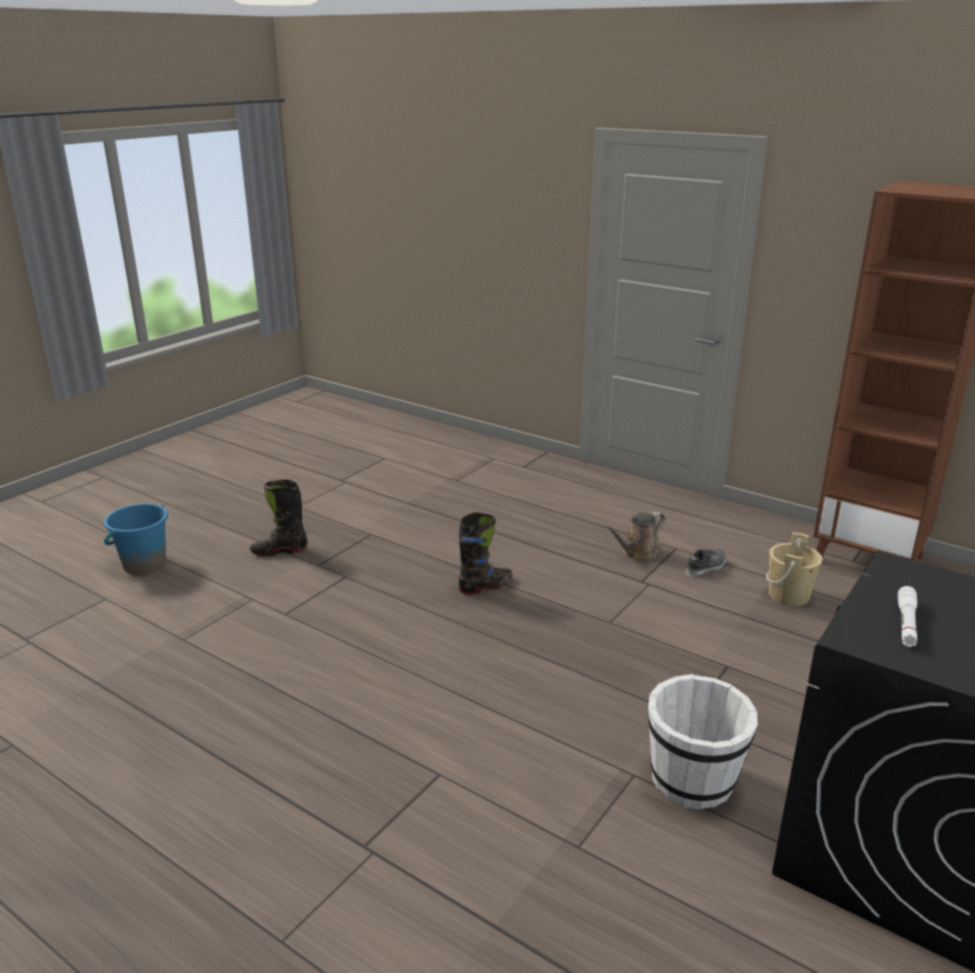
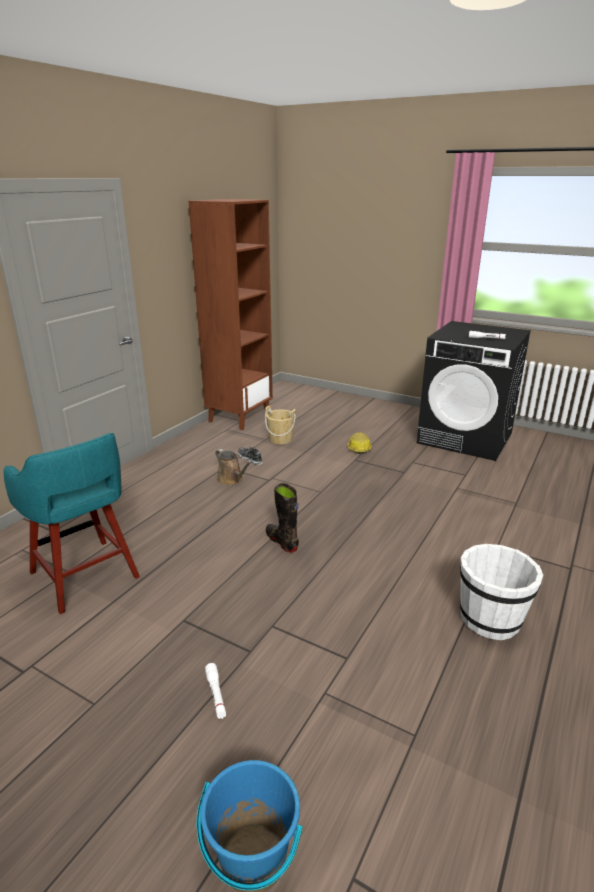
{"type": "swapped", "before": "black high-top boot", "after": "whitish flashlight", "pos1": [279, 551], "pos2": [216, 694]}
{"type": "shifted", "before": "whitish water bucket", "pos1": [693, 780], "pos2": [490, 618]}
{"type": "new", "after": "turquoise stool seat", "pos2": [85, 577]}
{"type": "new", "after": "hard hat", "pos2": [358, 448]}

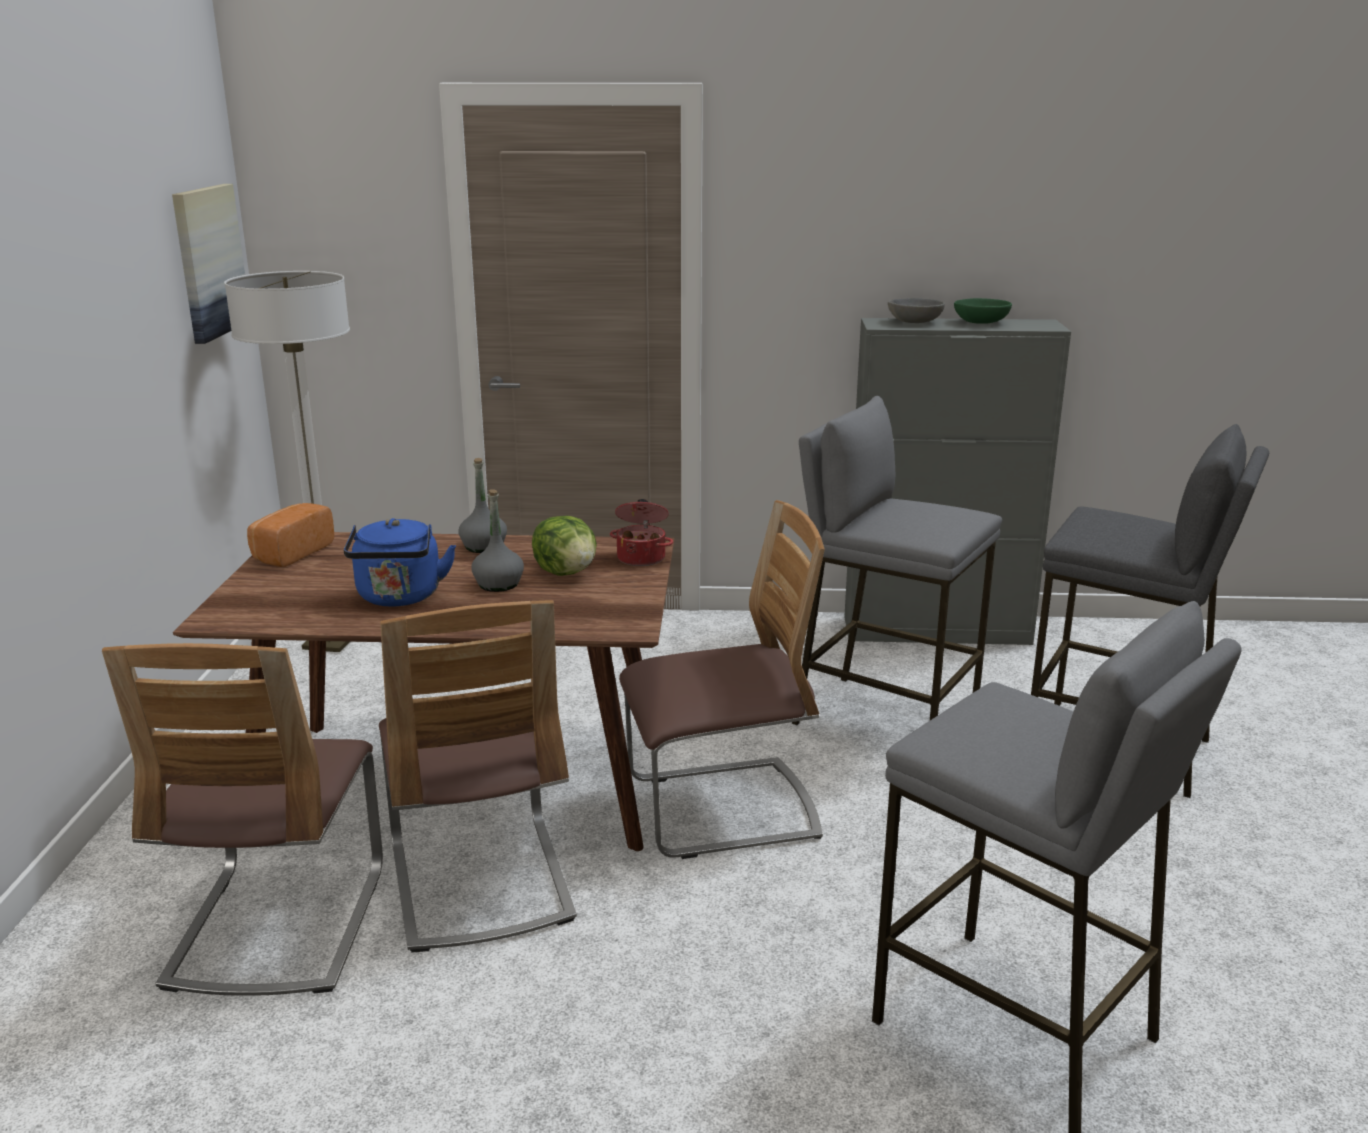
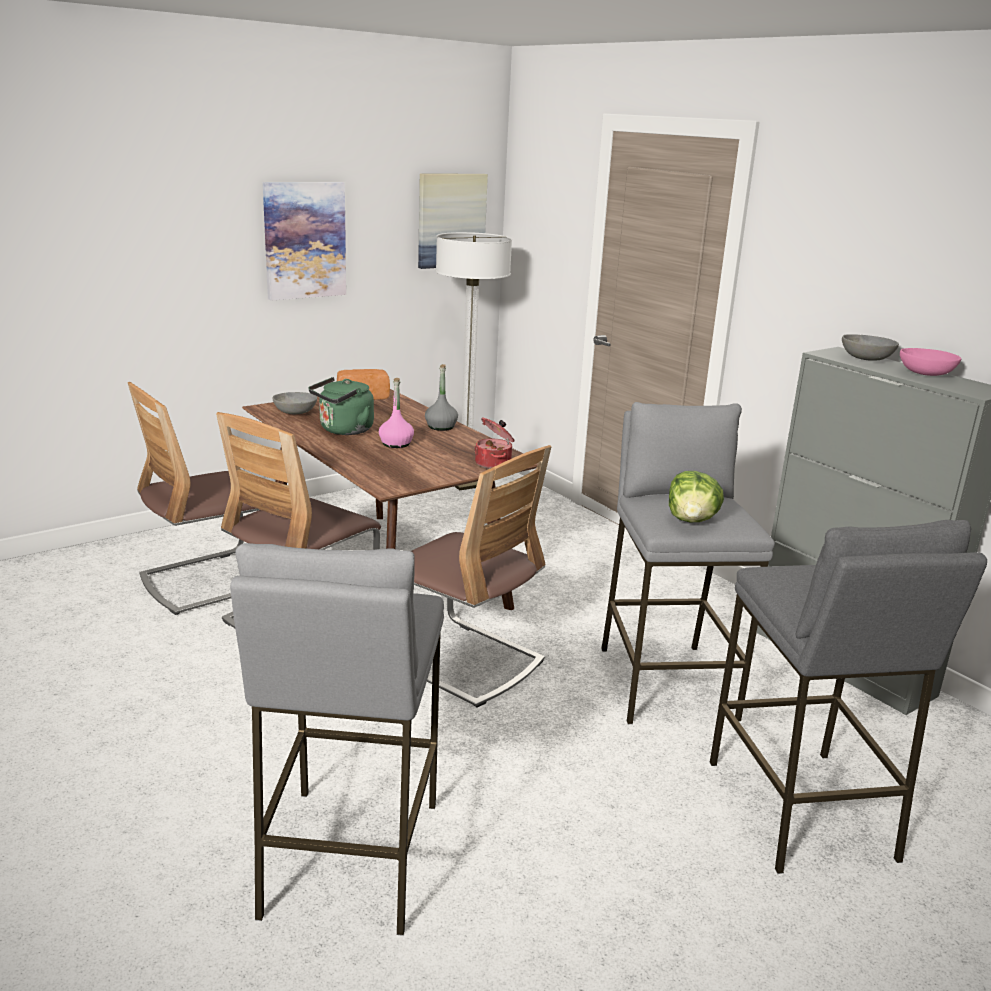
{"type": "repainted", "before": "blue-coloured water kettle", "after": "green water kettle", "pos1": [399, 598], "pos2": [344, 430]}
{"type": "repainted", "before": "greyish beverage bottle", "after": "pinkish beverage bottle", "pos1": [499, 584], "pos2": [396, 444]}
{"type": "shifted", "before": "head of lettuce", "pos1": [567, 572], "pos2": [692, 520]}
{"type": "repainted", "before": "green deep dish", "after": "pinkish deep dish", "pos1": [981, 322], "pos2": [926, 374]}
{"type": "new", "after": "wall art", "pos2": [304, 240]}
{"type": "new", "after": "greyish deep dish", "pos2": [295, 412]}

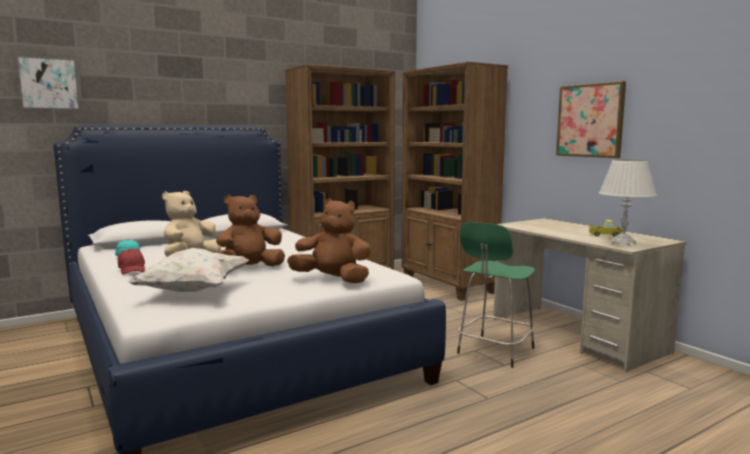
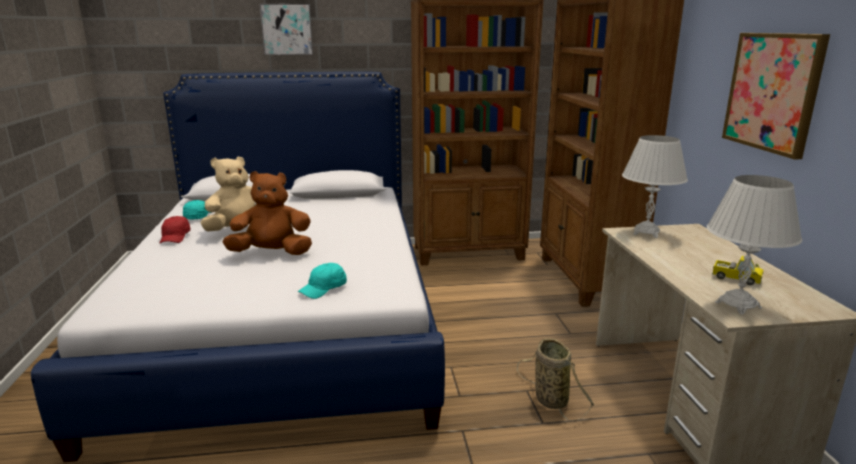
{"type": "shifted", "before": "wall art", "pos1": [48, 83], "pos2": [287, 29]}
{"type": "gone", "before": "whitish cushion", "pos1": [193, 291]}
{"type": "swapped", "before": "brownish cuddly toy", "after": "turquoise peaked cap", "pos1": [333, 280], "pos2": [324, 289]}
{"type": "swapped", "before": "green stool seat", "after": "storage basket", "pos1": [494, 351], "pos2": [549, 398]}
{"type": "new", "after": "whitish lamp for a table", "pos2": [646, 233]}

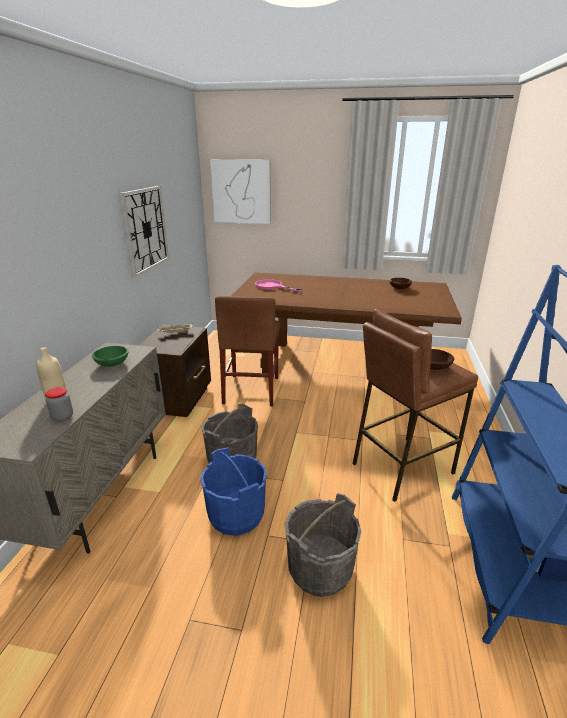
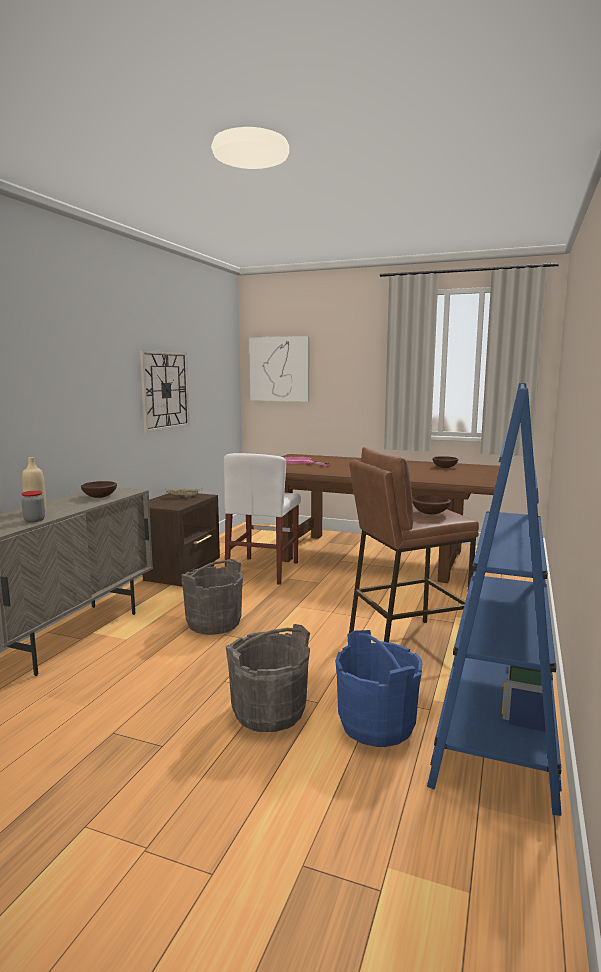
{"type": "repainted", "before": "green deep dish", "after": "brownish deep dish", "pos1": [112, 364], "pos2": [100, 497]}
{"type": "shifted", "before": "blue-coloured water bucket", "pos1": [236, 515], "pos2": [376, 724]}
{"type": "repainted", "before": "brownish plain chair", "after": "whitish plain chair", "pos1": [251, 390], "pos2": [263, 570]}

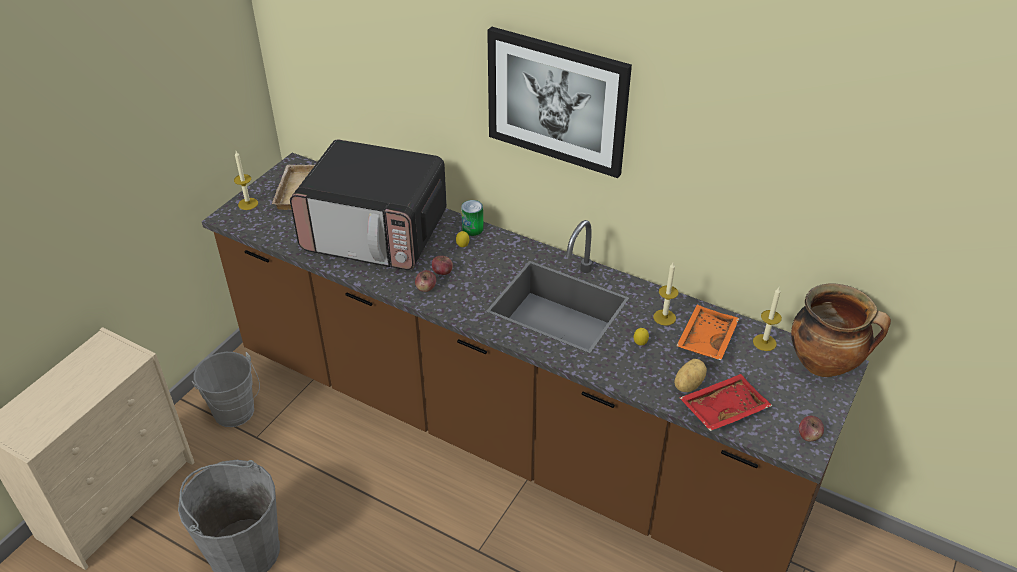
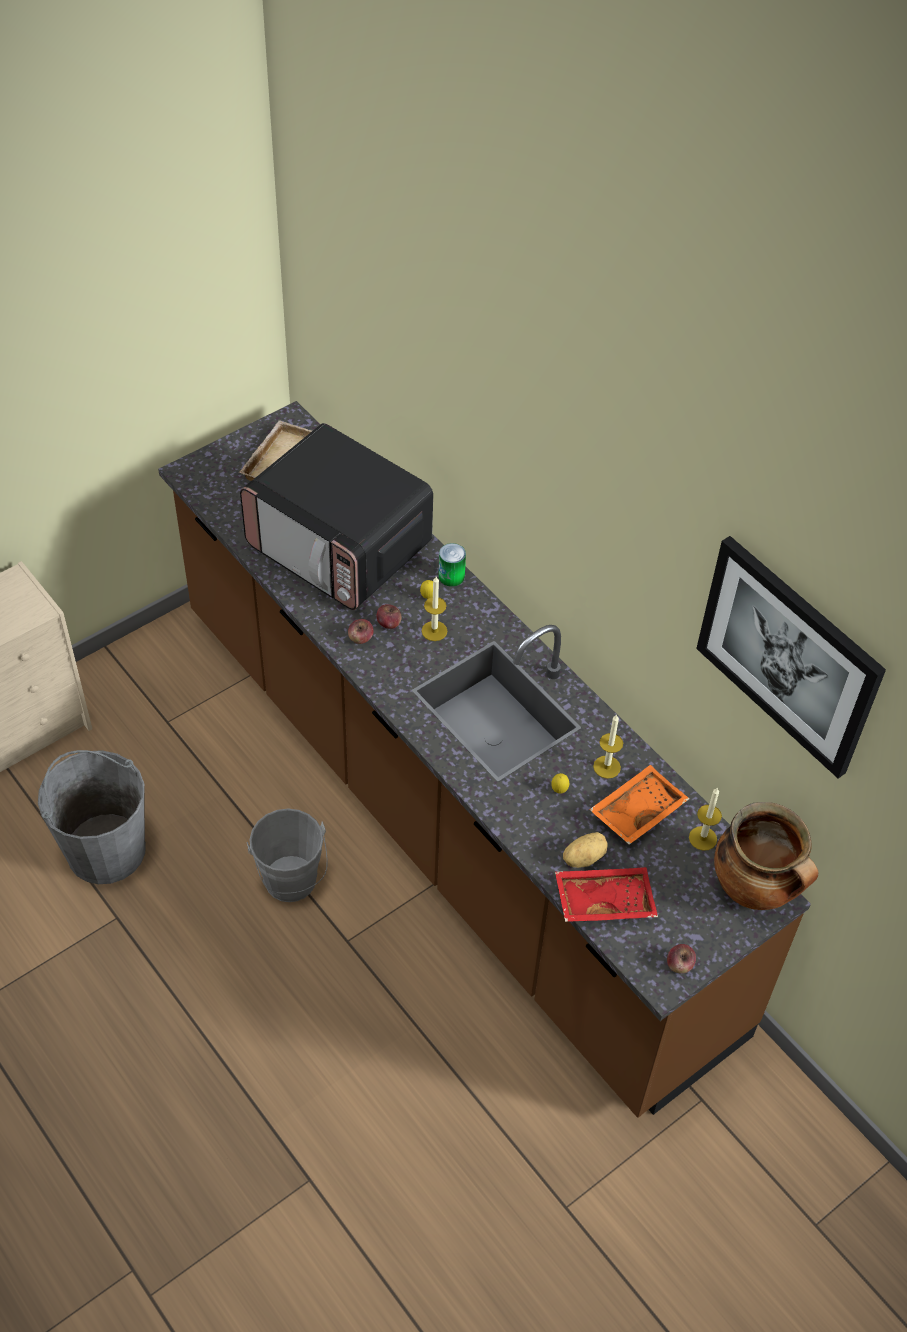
{"type": "shifted", "before": "greyish water bucket", "pos1": [236, 414], "pos2": [292, 885]}
{"type": "shifted", "before": "wax light", "pos1": [248, 204], "pos2": [434, 631]}
{"type": "shifted", "before": "wall art", "pos1": [557, 101], "pos2": [788, 655]}

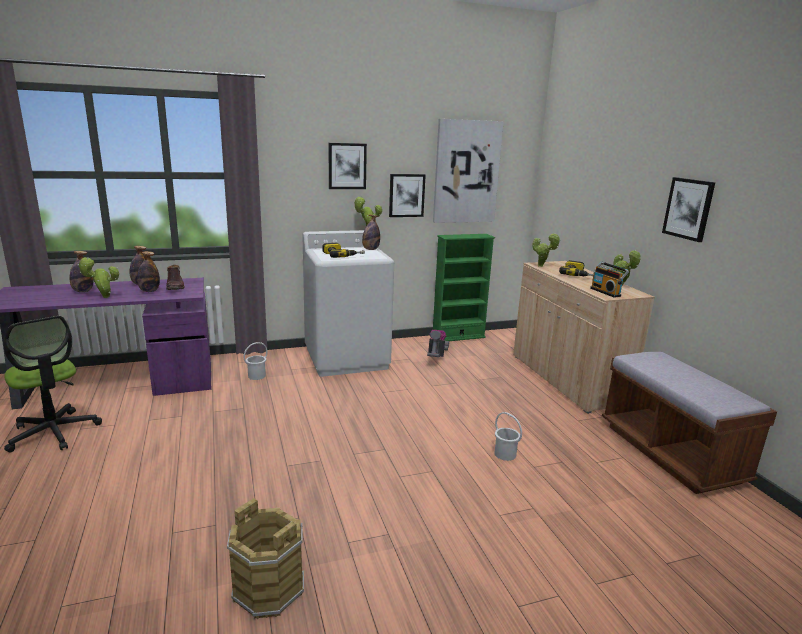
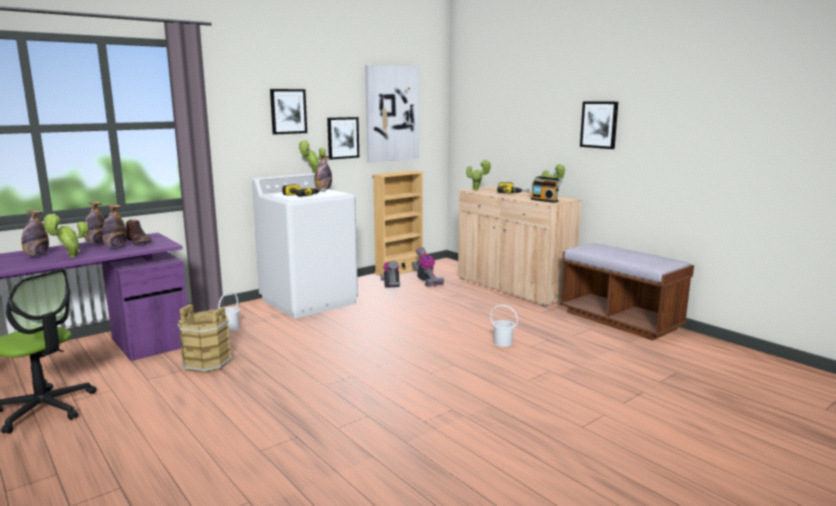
{"type": "shifted", "before": "brownish water bucket", "pos1": [269, 588], "pos2": [207, 363]}
{"type": "repainted", "before": "green bookcase", "after": "beige-coloured bookcase", "pos1": [458, 337], "pos2": [399, 271]}
{"type": "new", "after": "vacuum", "pos2": [426, 280]}

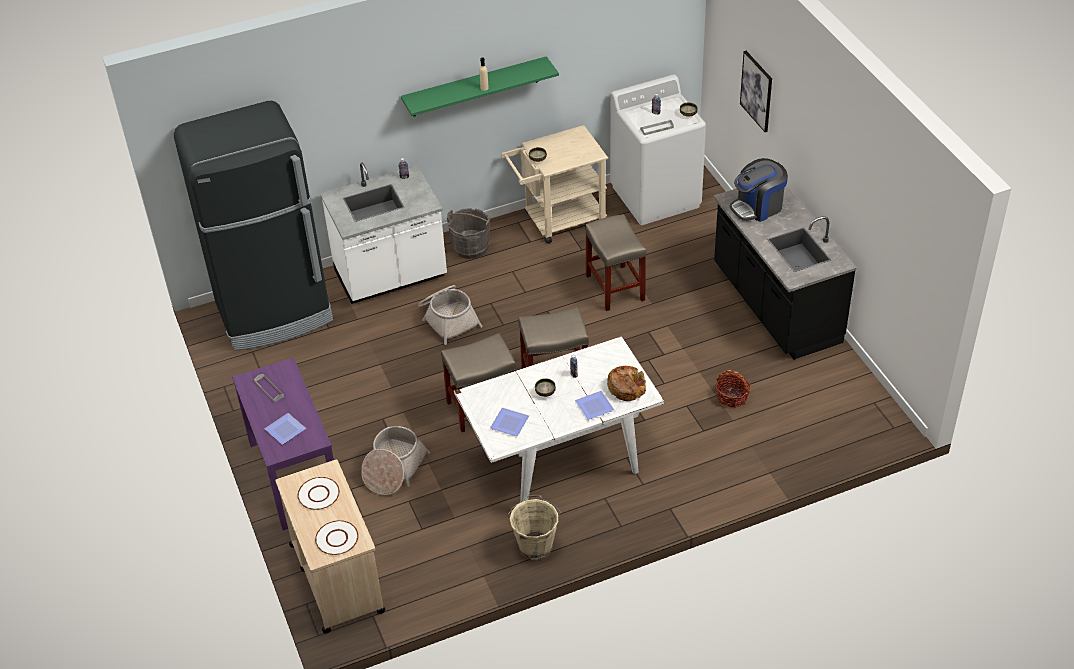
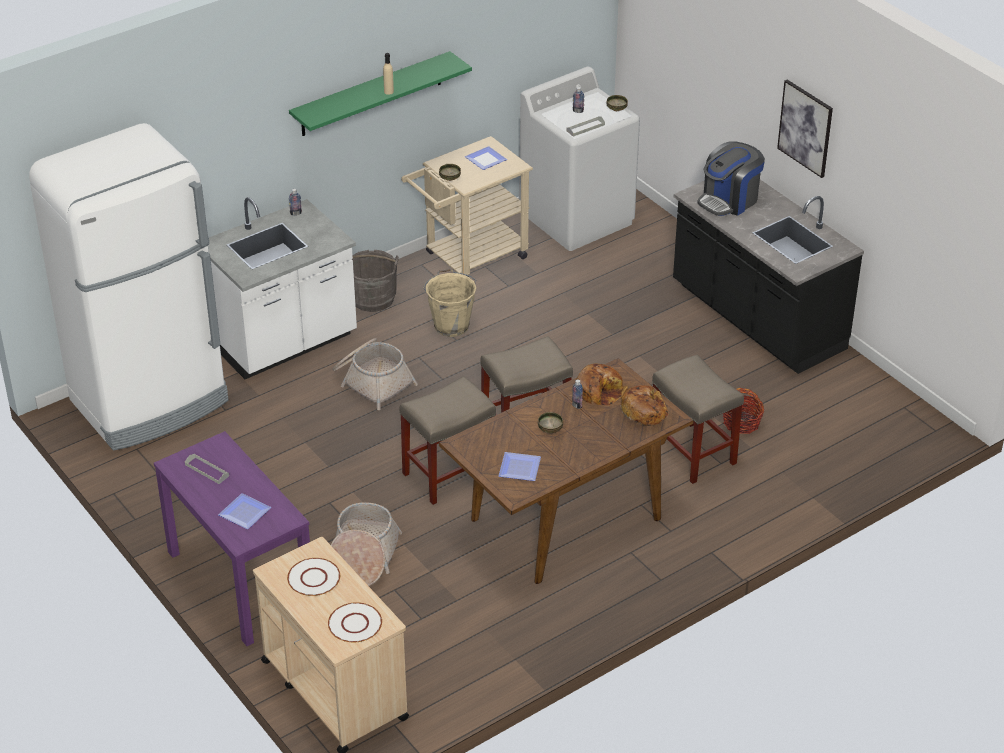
{"type": "repainted", "before": "black kitchen fridge", "after": "whitish kitchen fridge", "pos1": [275, 313], "pos2": [151, 402]}
{"type": "repainted", "before": "whitish dinner table", "after": "brownish dinner table", "pos1": [561, 461], "pos2": [564, 520]}
{"type": "shifted", "before": "beige-coloured water bucket", "pos1": [535, 545], "pos2": [451, 325]}
{"type": "shifted", "before": "flat dish", "pos1": [595, 405], "pos2": [486, 159]}
{"type": "shifted", "before": "beige-coloured stool seat", "pos1": [615, 288], "pos2": [693, 453]}
{"type": "shifted", "before": "wall art", "pos1": [757, 91], "pos2": [805, 128]}
{"type": "new", "after": "bakery bread", "pos2": [599, 391]}

